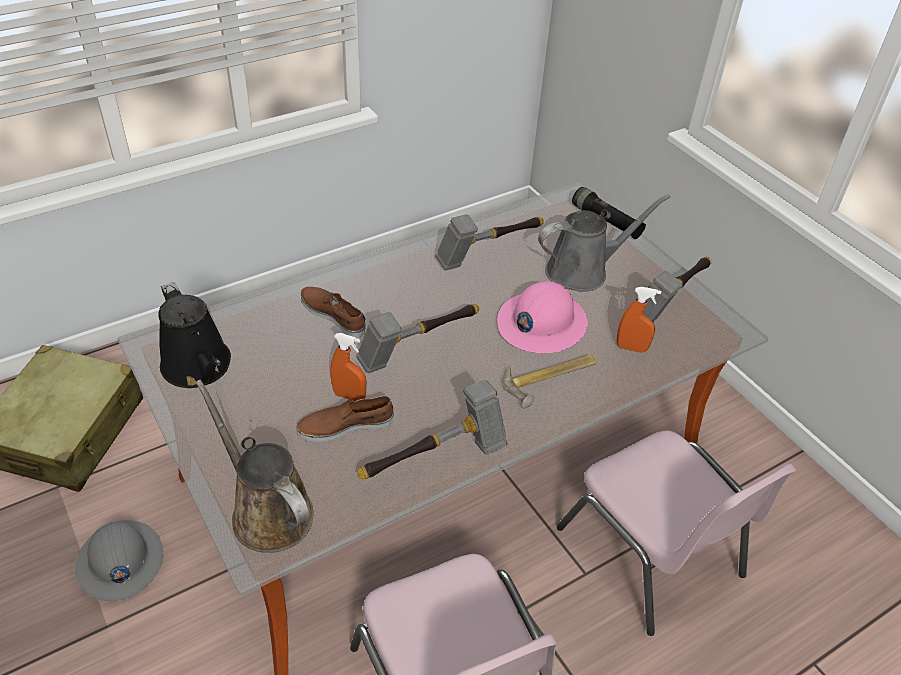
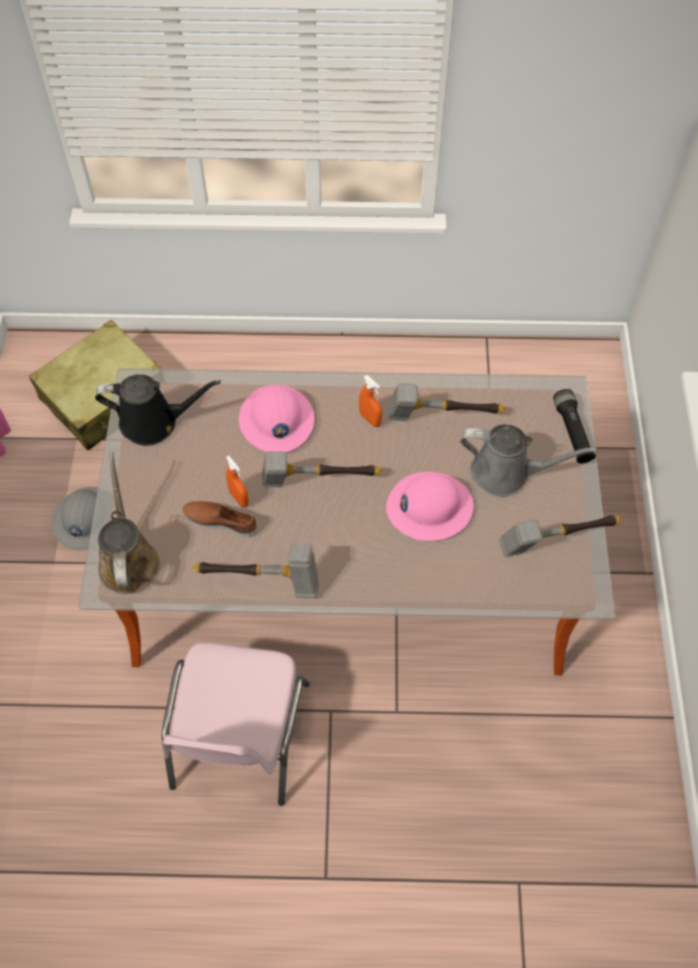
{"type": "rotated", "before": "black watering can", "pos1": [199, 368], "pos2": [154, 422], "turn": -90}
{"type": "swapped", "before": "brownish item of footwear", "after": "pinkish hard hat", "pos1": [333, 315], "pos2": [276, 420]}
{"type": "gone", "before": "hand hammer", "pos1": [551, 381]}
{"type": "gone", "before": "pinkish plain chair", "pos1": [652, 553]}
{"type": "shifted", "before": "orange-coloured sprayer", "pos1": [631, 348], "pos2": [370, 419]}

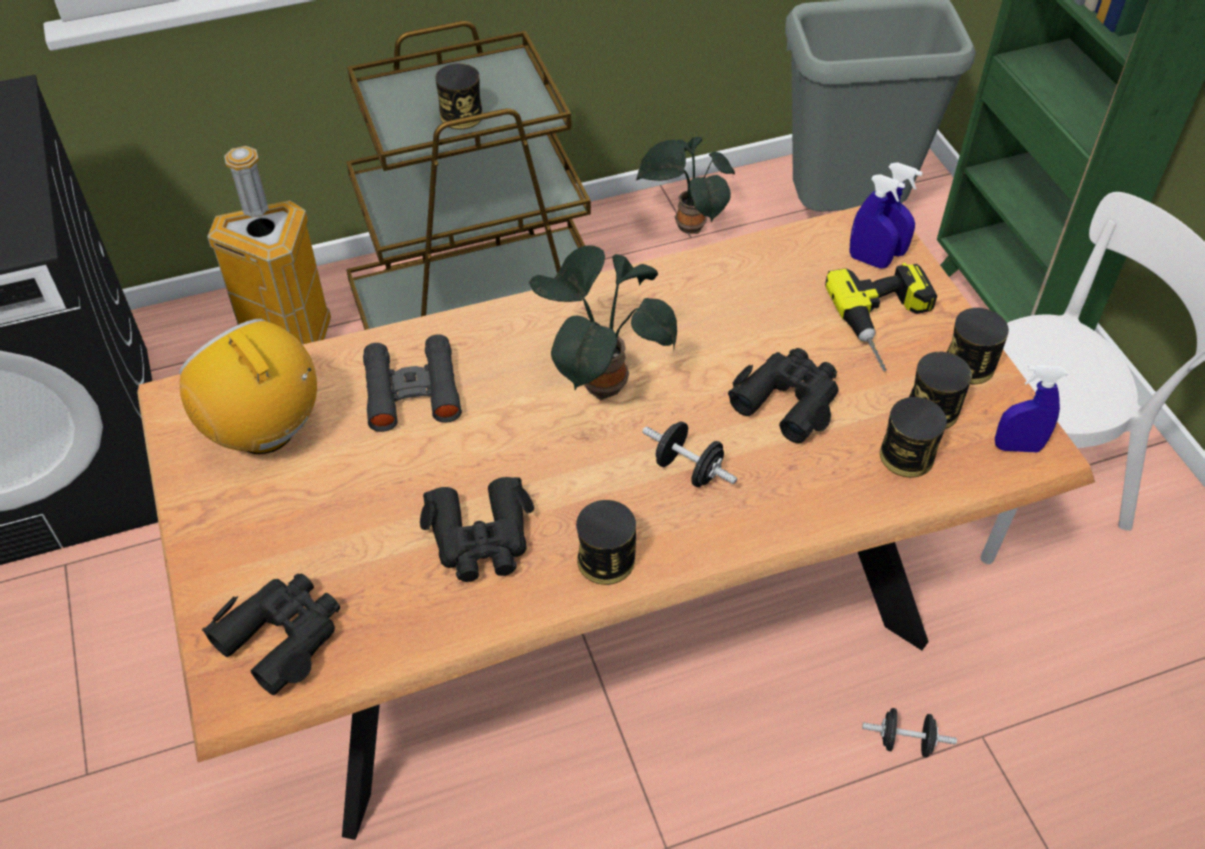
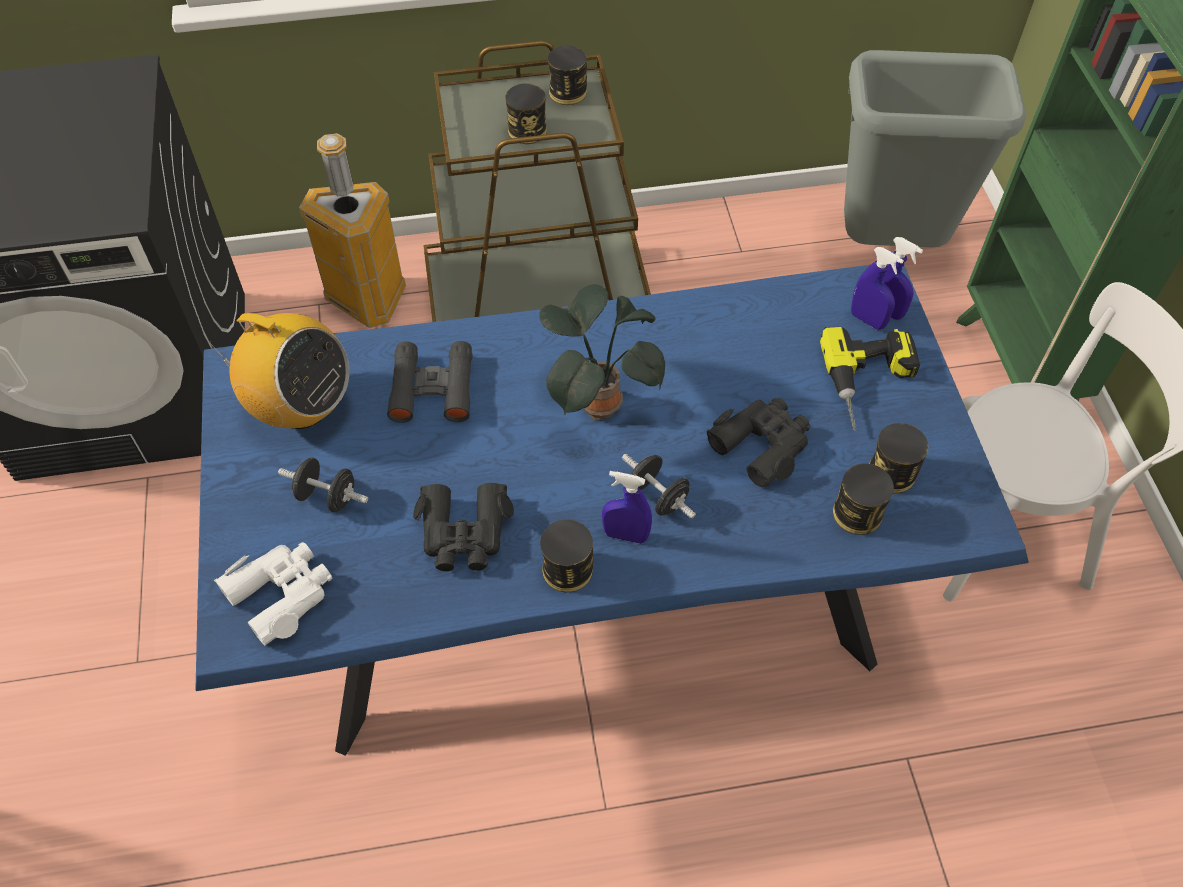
{"type": "repainted", "before": "brownish dinner table", "after": "blue-coloured dinner table", "pos1": [602, 615], "pos2": [591, 593]}
{"type": "rotated", "before": "radio set", "pos1": [265, 431], "pos2": [301, 407], "turn": 150}
{"type": "repainted", "before": "black field glasses", "after": "whitish field glasses", "pos1": [282, 635], "pos2": [281, 593]}
{"type": "gone", "before": "plant in a pot", "pos1": [686, 226]}
{"type": "shifted", "before": "black hand weight", "pos1": [905, 741], "pos2": [327, 496]}
{"type": "shifted", "before": "can", "pos1": [969, 365], "pos2": [567, 92]}
{"type": "shifted", "before": "blue-coloured sprayer", "pos1": [1017, 447], "pos2": [625, 535]}

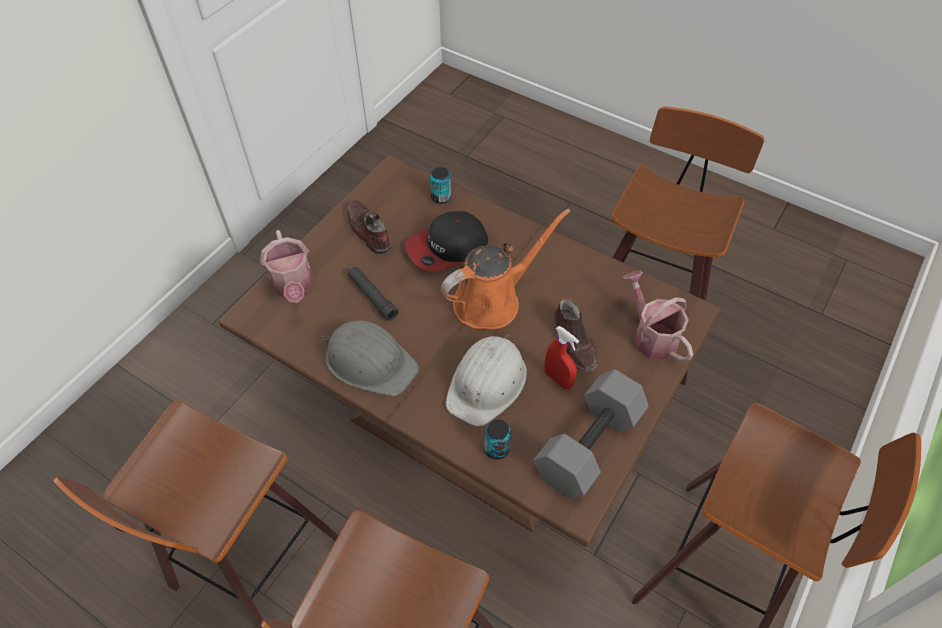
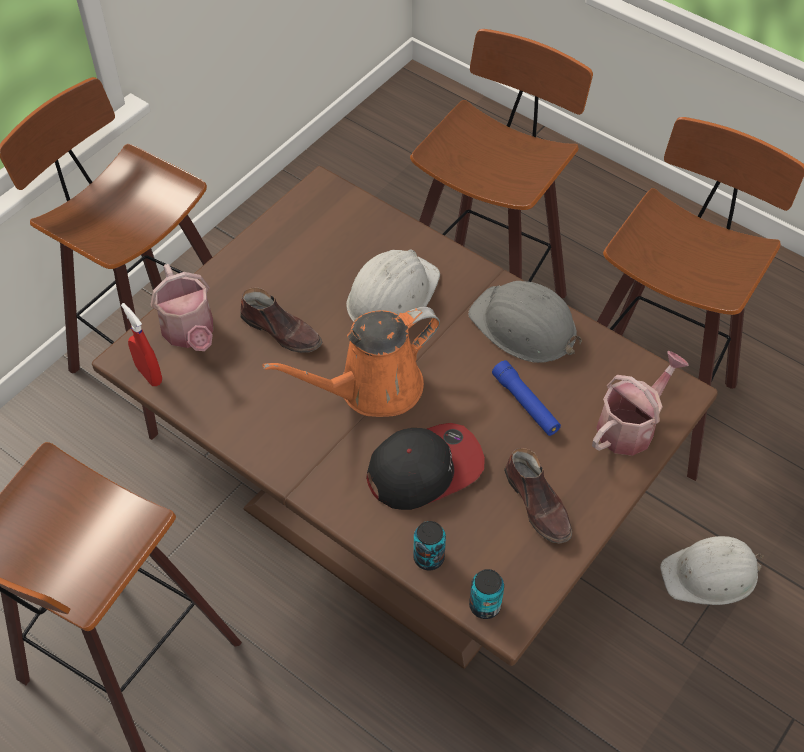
{"type": "rotated", "before": "watering can", "pos1": [293, 287], "pos2": [631, 425], "turn": 60}
{"type": "repainted", "before": "black flashlight", "after": "blue-coloured flashlight", "pos1": [372, 297], "pos2": [525, 404]}
{"type": "shifted", "before": "can", "pos1": [496, 449], "pos2": [485, 605]}
{"type": "gone", "before": "greyish hand weight", "pos1": [587, 443]}
{"type": "shifted", "before": "reddish sprayer", "pos1": [558, 379], "pos2": [149, 374]}
{"type": "rotated", "before": "brownish item of footwear", "pos1": [575, 343], "pos2": [282, 331], "turn": 135}
{"type": "new", "after": "whitish hard hat", "pos2": [711, 574]}

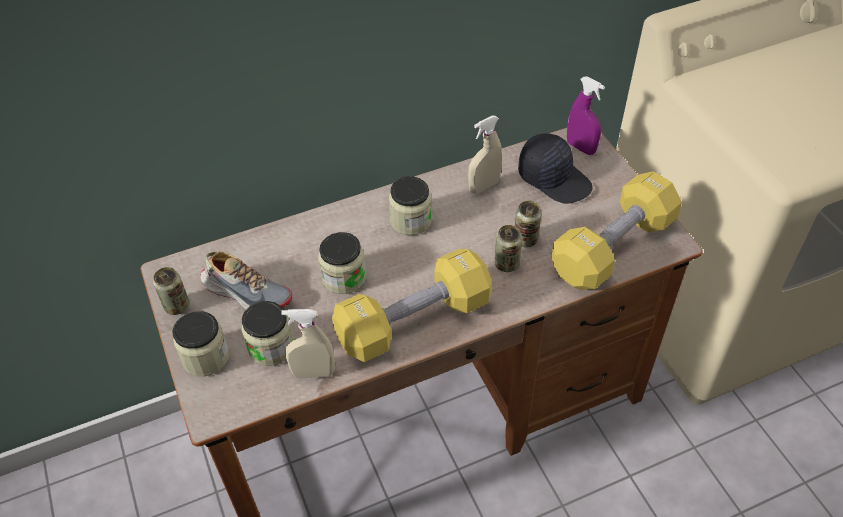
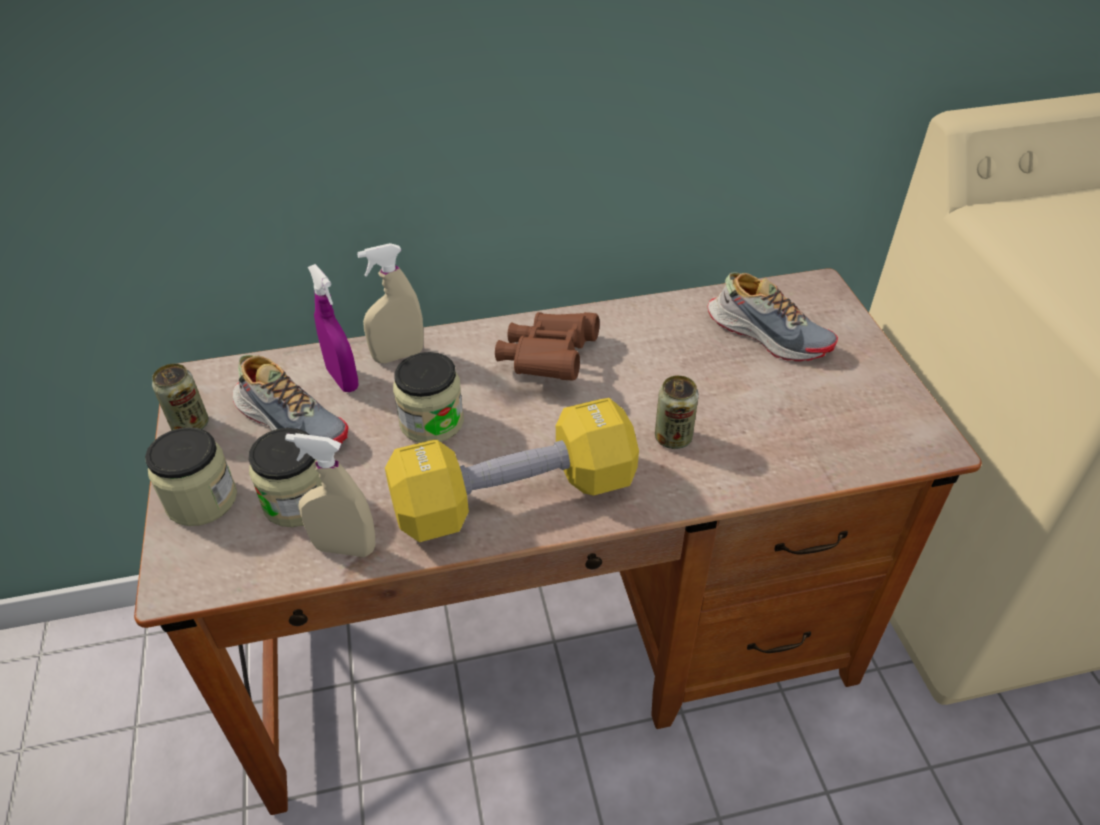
{"type": "swapped", "before": "jar", "after": "brownish field glasses", "pos1": [411, 220], "pos2": [548, 361]}
{"type": "shifted", "before": "beige-coloured sprayer", "pos1": [484, 186], "pos2": [398, 355]}
{"type": "gone", "before": "can", "pos1": [525, 240]}
{"type": "swapped", "before": "black peaked cap", "after": "item of footwear", "pos1": [554, 178], "pos2": [768, 334]}
{"type": "gone", "before": "yellow-coloured hand weight", "pos1": [613, 247]}
{"type": "shifted", "before": "purplish sprayer", "pos1": [581, 147], "pos2": [343, 379]}

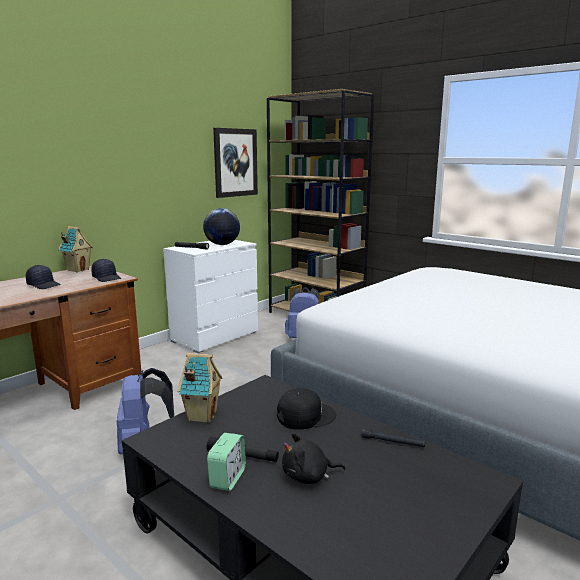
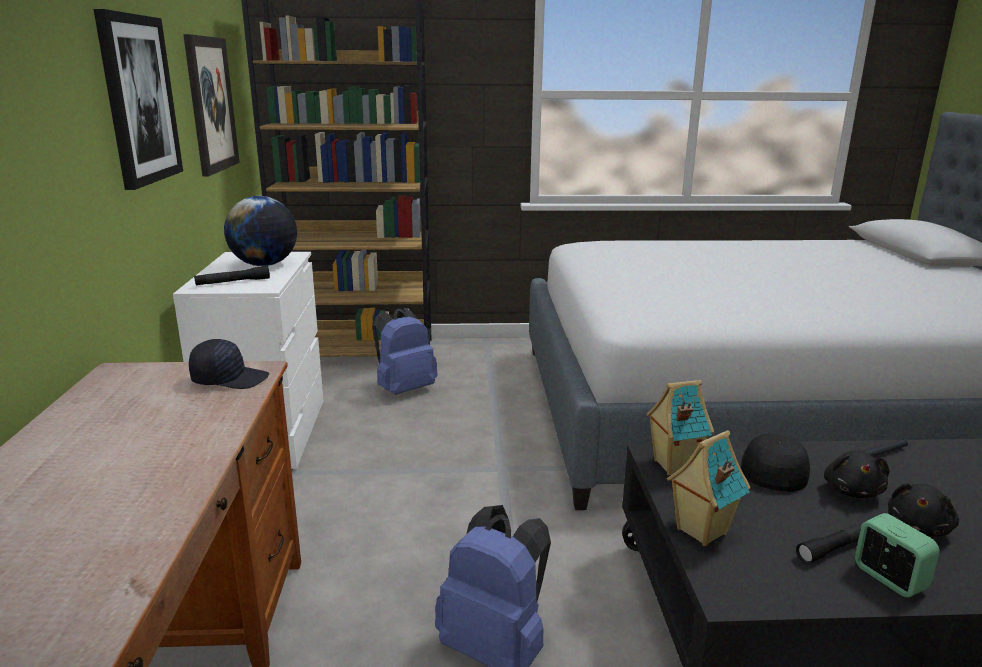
{"type": "gone", "before": "black peaked cap", "pos1": [44, 285]}
{"type": "shifted", "before": "model house", "pos1": [78, 270], "pos2": [672, 465]}
{"type": "new", "after": "wall art", "pos2": [139, 100]}
{"type": "new", "after": "black cuddly toy", "pos2": [852, 490]}

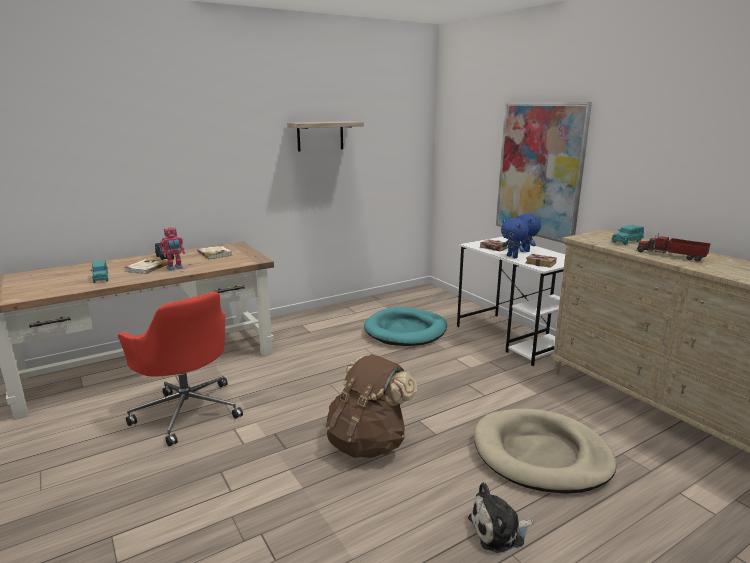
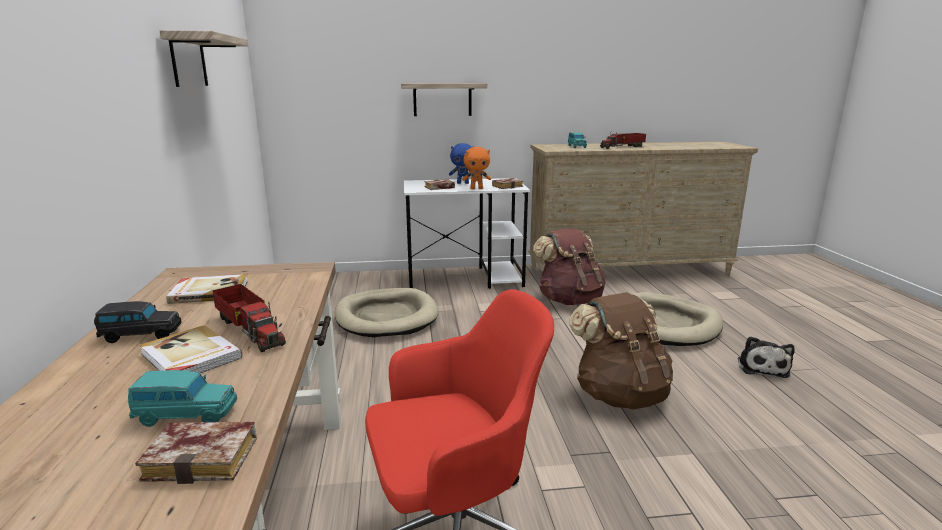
{"type": "swapped", "before": "toy robot", "after": "model truck", "pos1": [175, 268], "pos2": [250, 329]}
{"type": "repainted", "before": "turquoise dog bed", "after": "beige-coloured dog bed", "pos1": [406, 330], "pos2": [386, 317]}
{"type": "swapped", "before": "wall art", "after": "shelf", "pos1": [539, 170], "pos2": [442, 99]}
{"type": "repainted", "before": "blue-coloured cuddly toy", "after": "orange-coloured cuddly toy", "pos1": [512, 257], "pos2": [476, 188]}
{"type": "new", "after": "bound book", "pos2": [207, 457]}
{"type": "new", "after": "brownish backpack", "pos2": [569, 300]}

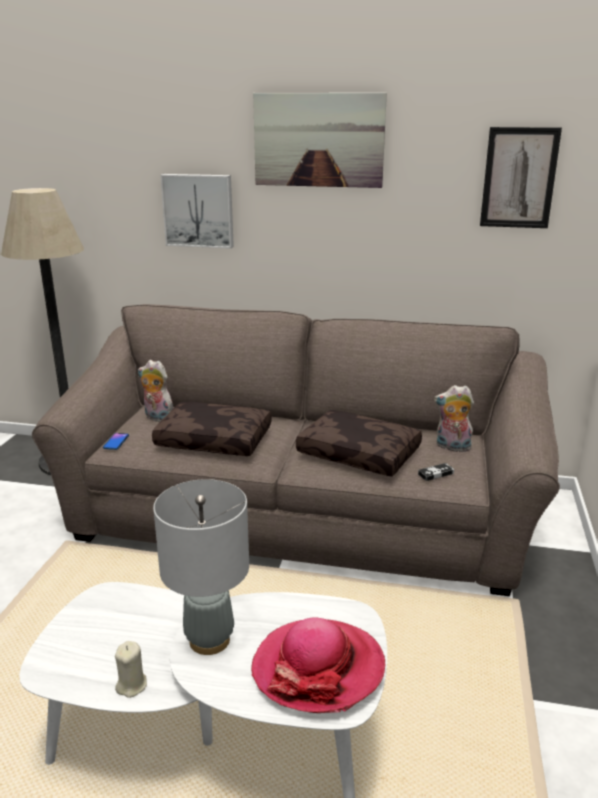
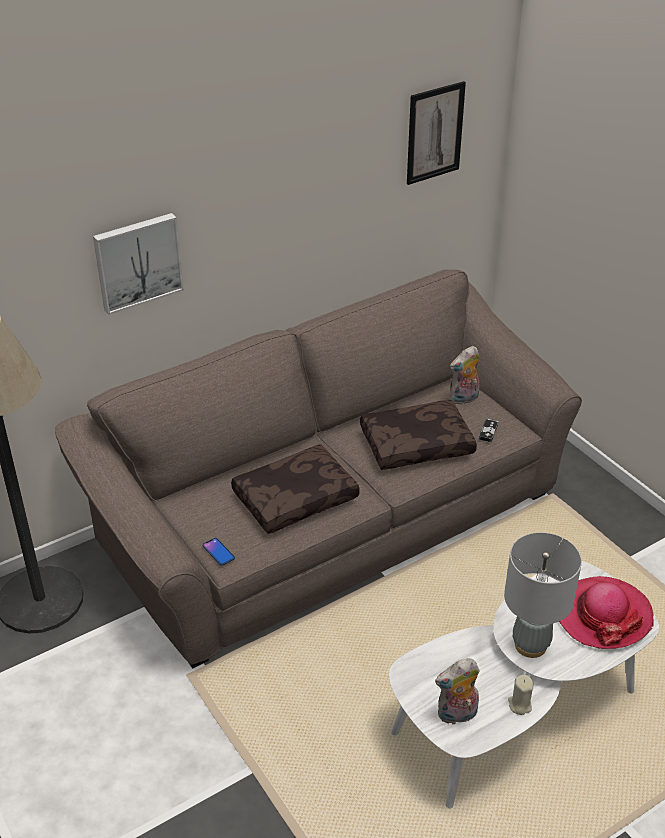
{"type": "shifted", "before": "cuddly toy", "pos1": [157, 418], "pos2": [457, 715]}
{"type": "gone", "before": "wall art", "pos1": [318, 140]}

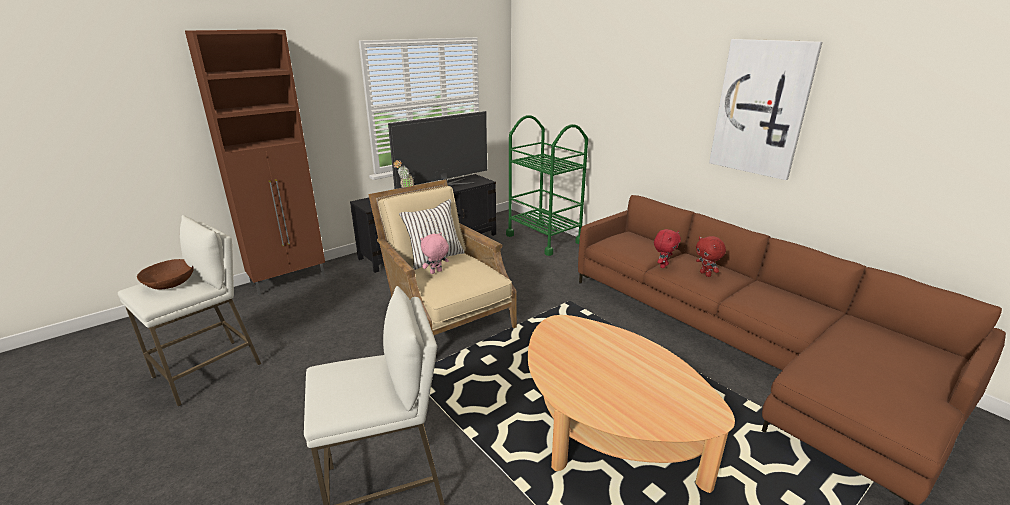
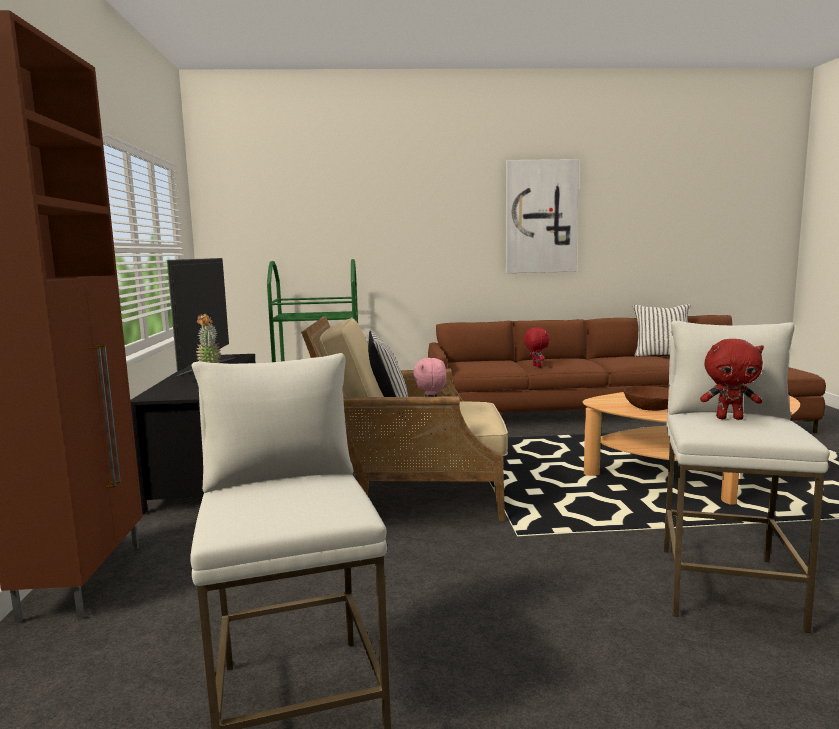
{"type": "shifted", "before": "brownish deep dish", "pos1": [170, 283], "pos2": [650, 408]}
{"type": "shifted", "before": "reddish cuddly toy", "pos1": [706, 274], "pos2": [729, 418]}
{"type": "new", "after": "whitish cushion", "pos2": [661, 355]}

